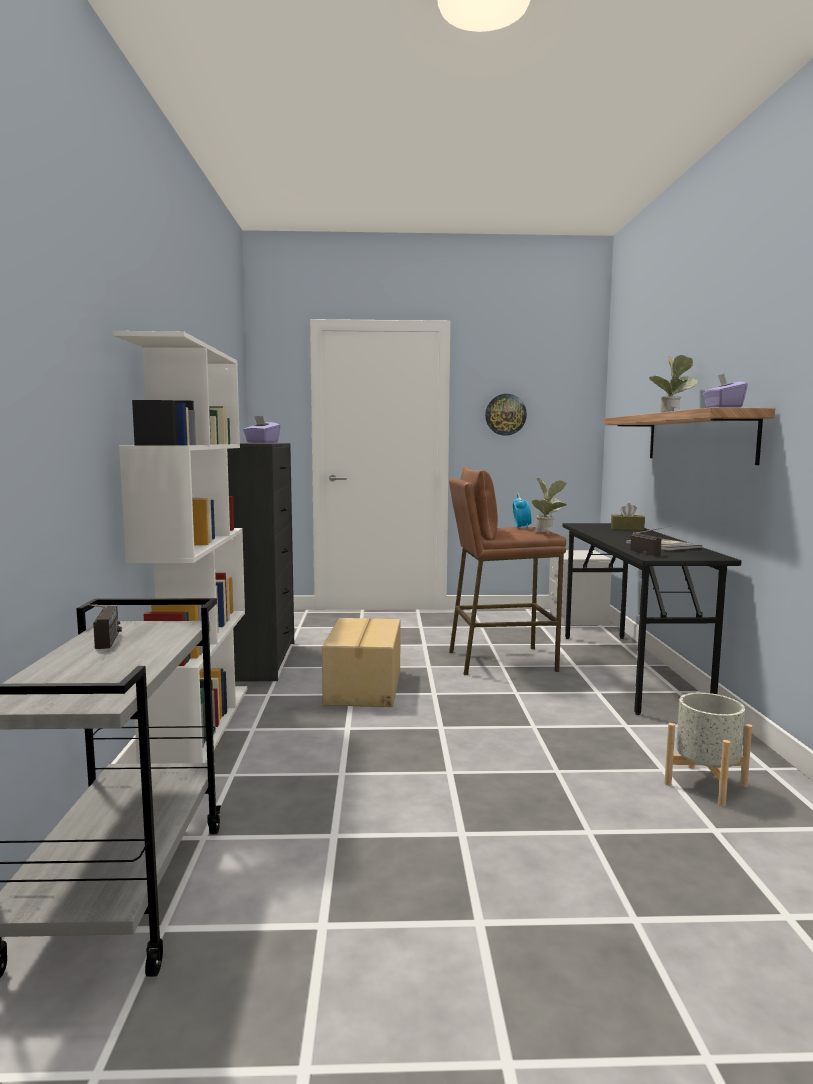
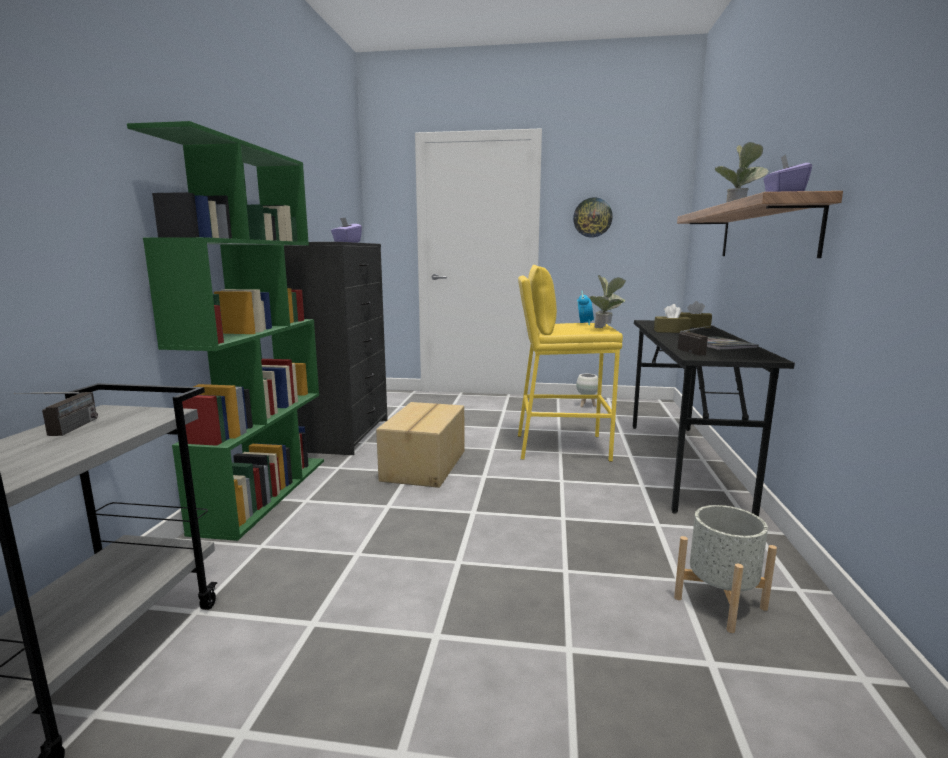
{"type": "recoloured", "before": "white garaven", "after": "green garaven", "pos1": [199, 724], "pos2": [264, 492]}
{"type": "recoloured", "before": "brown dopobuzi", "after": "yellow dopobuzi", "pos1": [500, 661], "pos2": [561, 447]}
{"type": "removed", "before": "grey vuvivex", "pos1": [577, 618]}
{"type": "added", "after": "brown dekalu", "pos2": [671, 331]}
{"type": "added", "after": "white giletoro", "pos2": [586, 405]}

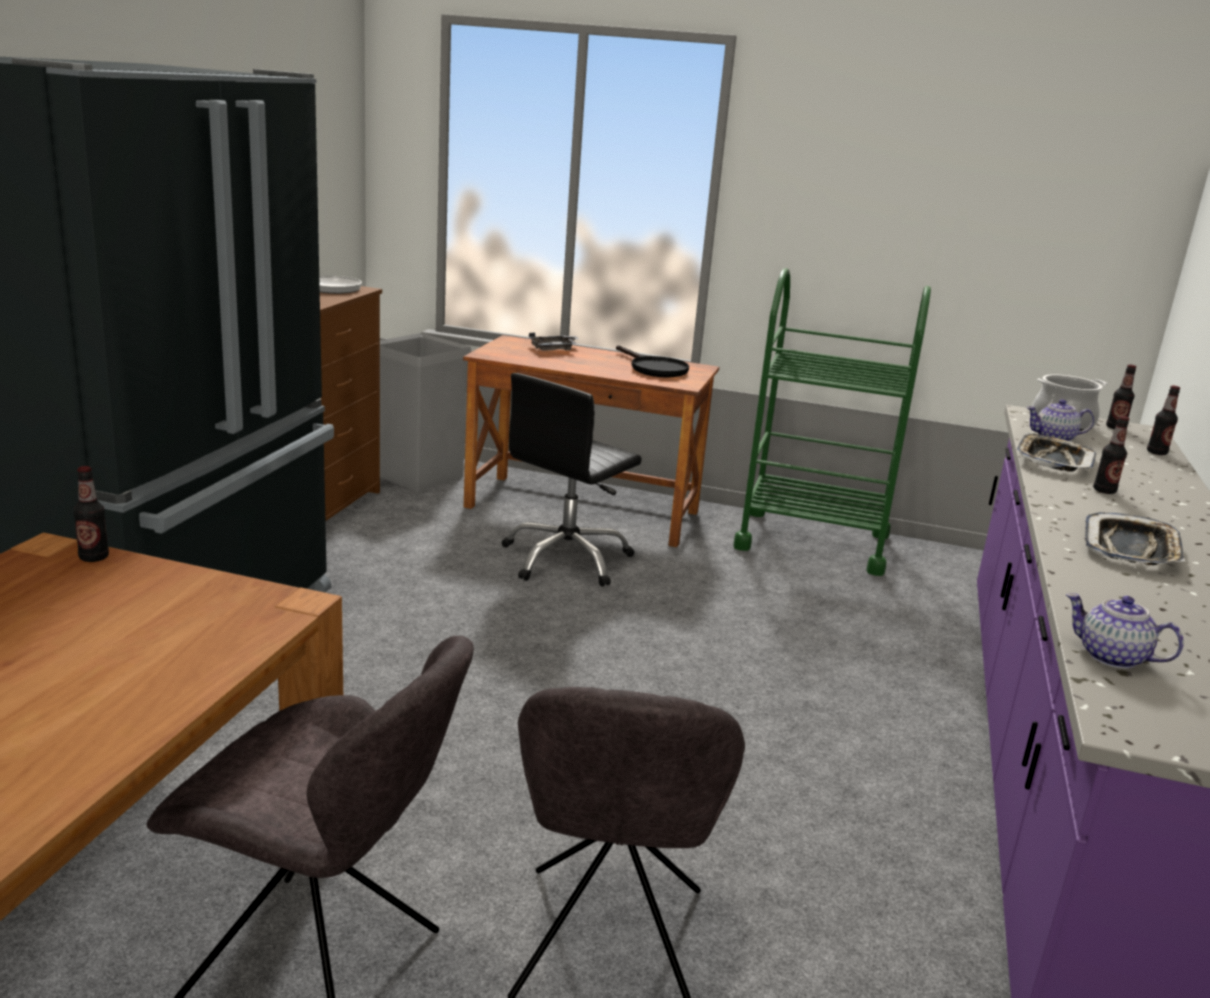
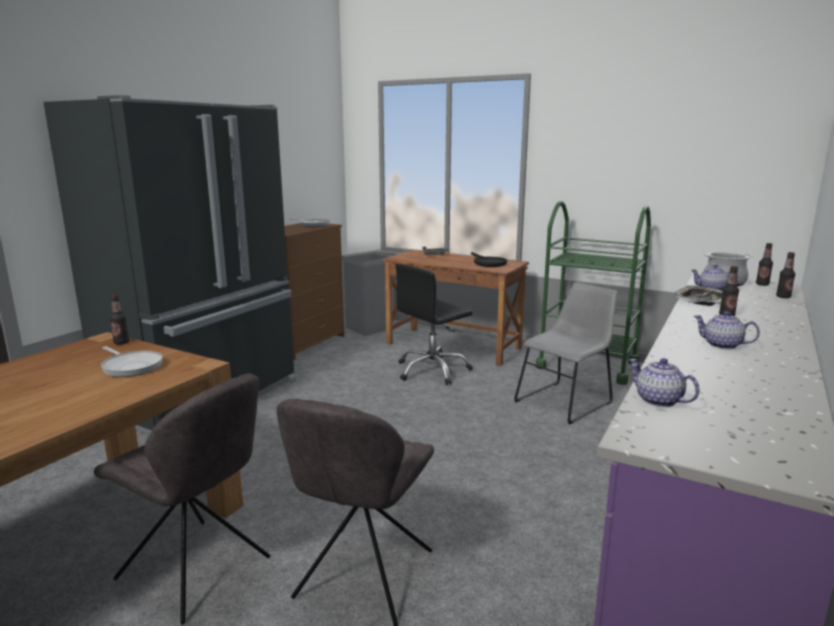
{"type": "replaced", "before": "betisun", "after": "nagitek", "pos1": [1131, 549], "pos2": [722, 345]}
{"type": "added", "after": "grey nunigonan", "pos2": [566, 401]}
{"type": "added", "after": "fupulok", "pos2": [131, 366]}

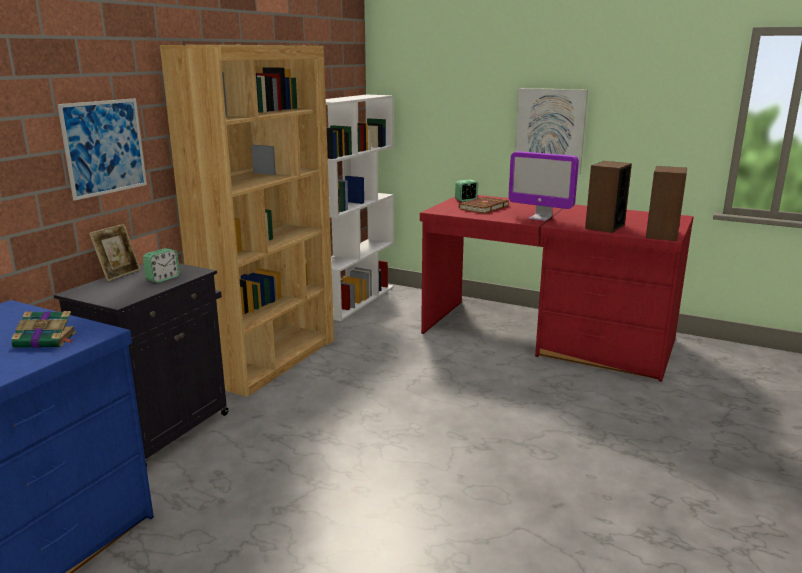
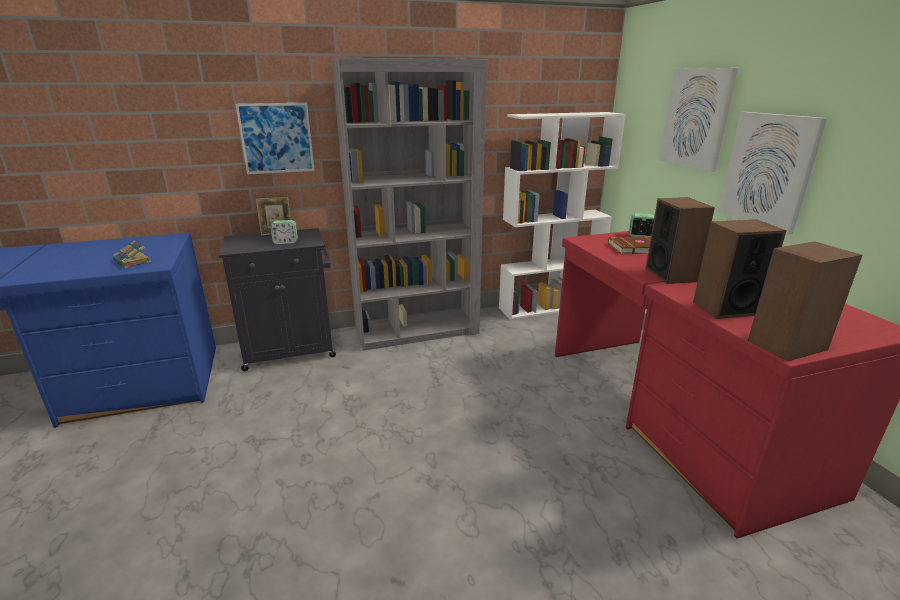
{"type": "recoloured", "before": "brown garaven", "after": "grey garaven", "pos1": [270, 360], "pos2": [417, 330]}
{"type": "replaced", "before": "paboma", "after": "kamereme", "pos1": [540, 218], "pos2": [671, 275]}
{"type": "added", "after": "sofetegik", "pos2": [696, 118]}

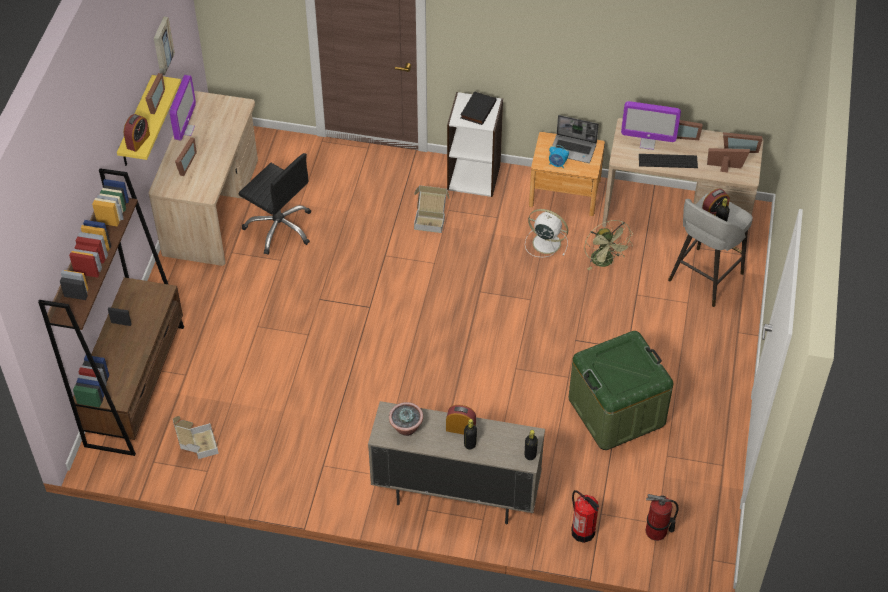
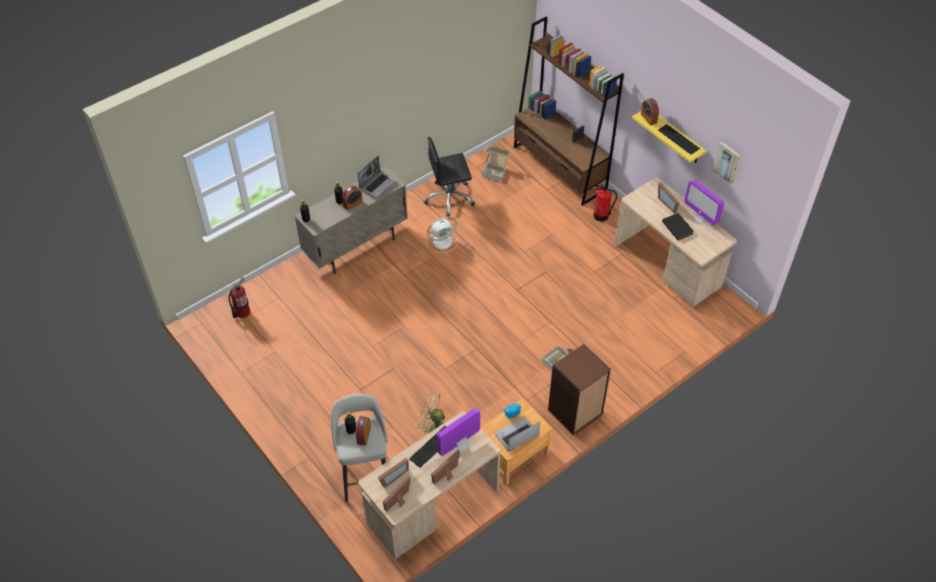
{"type": "replaced", "before": "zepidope", "after": "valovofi", "pos1": [153, 102], "pos2": [678, 139]}
{"type": "moved", "before": "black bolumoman", "pos1": [477, 109], "pos2": [678, 228]}
{"type": "recoloured", "before": "white garaven", "after": "brown garaven", "pos1": [474, 176], "pos2": [575, 412]}
{"type": "moved", "before": "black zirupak", "pos1": [279, 228], "pos2": [449, 198]}
{"type": "moved", "before": "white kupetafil", "pos1": [545, 242], "pos2": [443, 241]}
{"type": "removed", "before": "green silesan", "pos1": [616, 411]}
{"type": "replaced", "before": "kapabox", "after": "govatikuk", "pos1": [406, 428], "pos2": [377, 184]}
{"type": "moved", "before": "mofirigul", "pos1": [583, 531], "pos2": [601, 216]}

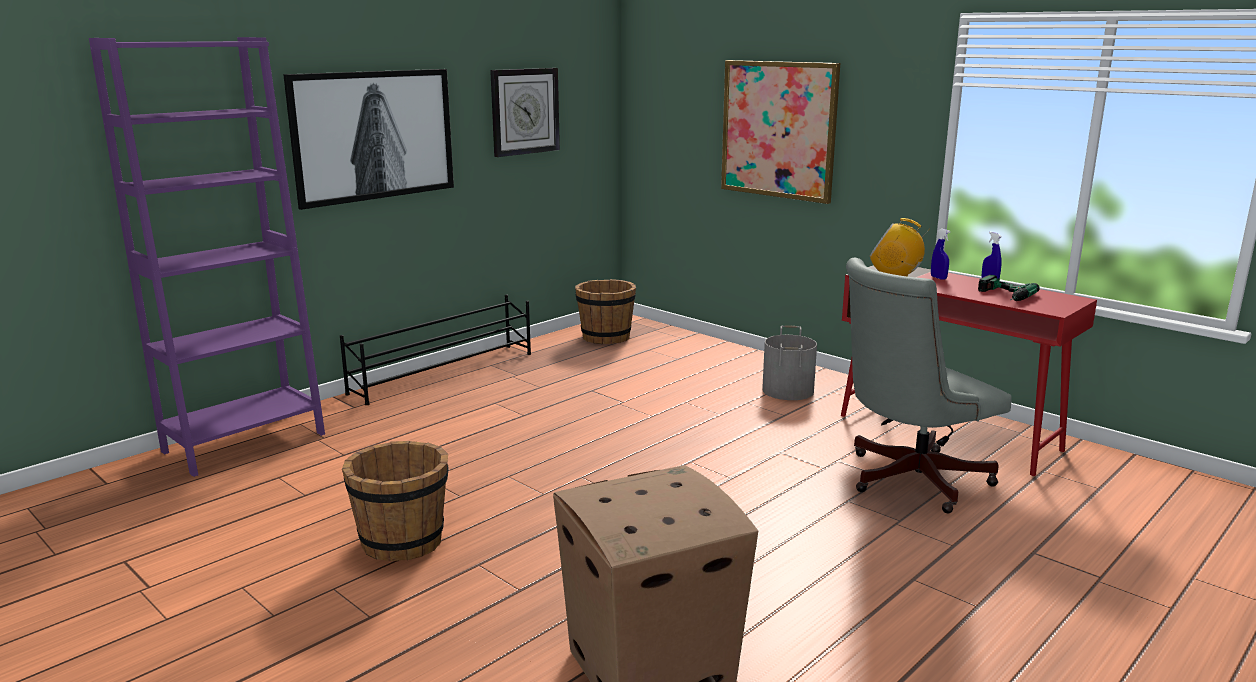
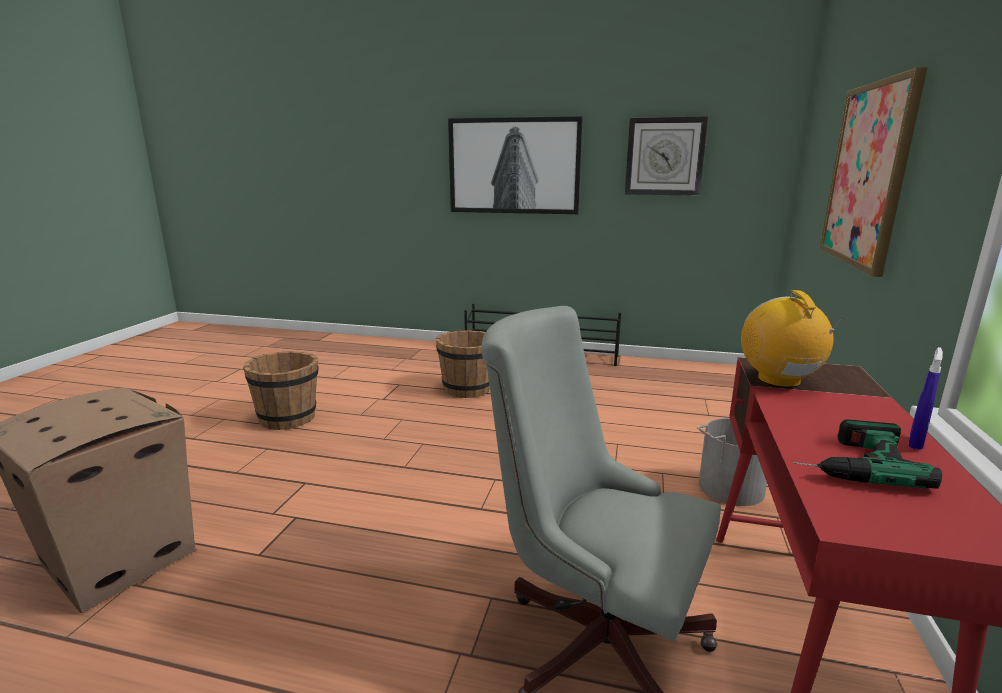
{"type": "removed", "before": "purple garaven", "pos1": [244, 442]}
{"type": "removed", "before": "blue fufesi", "pos1": [938, 278]}
{"type": "moved", "before": "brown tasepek", "pos1": [605, 337], "pos2": [467, 389]}

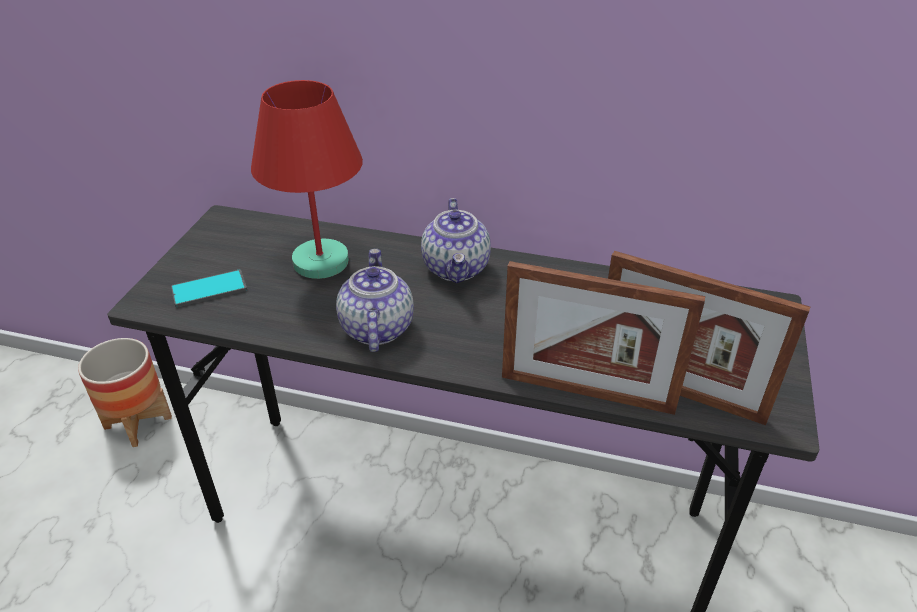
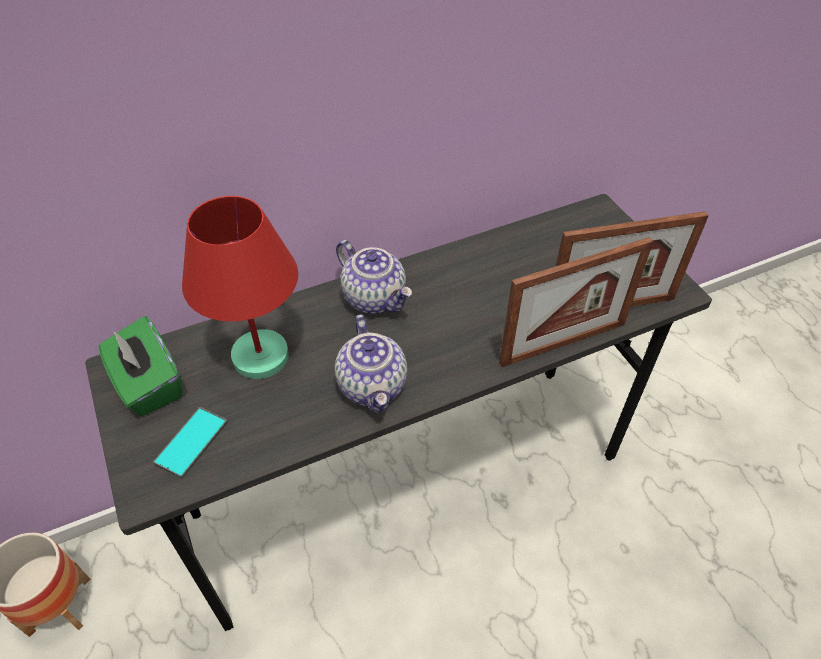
{"type": "turned", "before": "nagitek", "pos1": [375, 328], "pos2": [373, 386], "turn": -150}
{"type": "added", "after": "green dekalu", "pos2": [148, 384]}

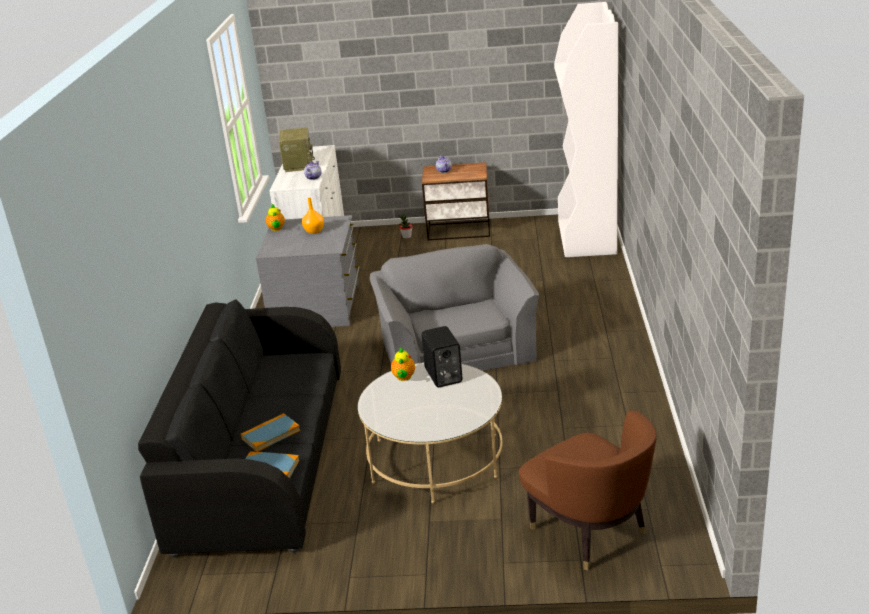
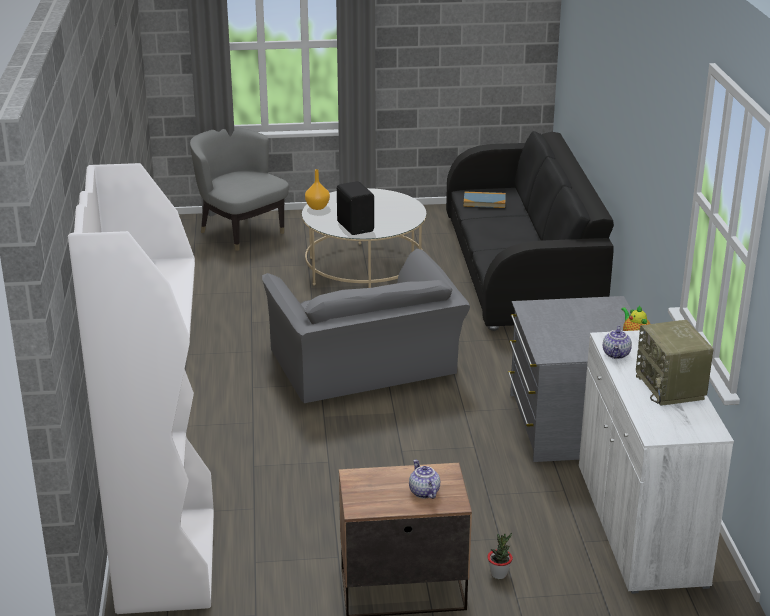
{"type": "moved", "before": "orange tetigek", "pos1": [314, 231], "pos2": [317, 207]}
{"type": "removed", "before": "nagitek", "pos1": [403, 378]}
{"type": "recoloured", "before": "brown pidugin", "after": "grey pidugin", "pos1": [590, 532], "pos2": [240, 231]}
{"type": "removed", "before": "bolumoman", "pos1": [270, 434]}

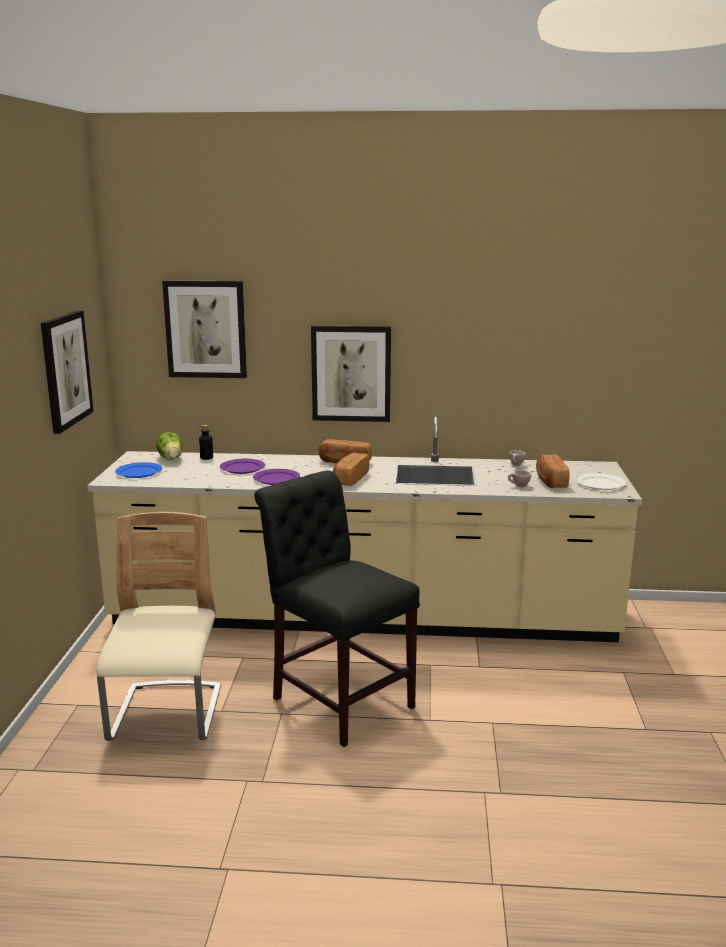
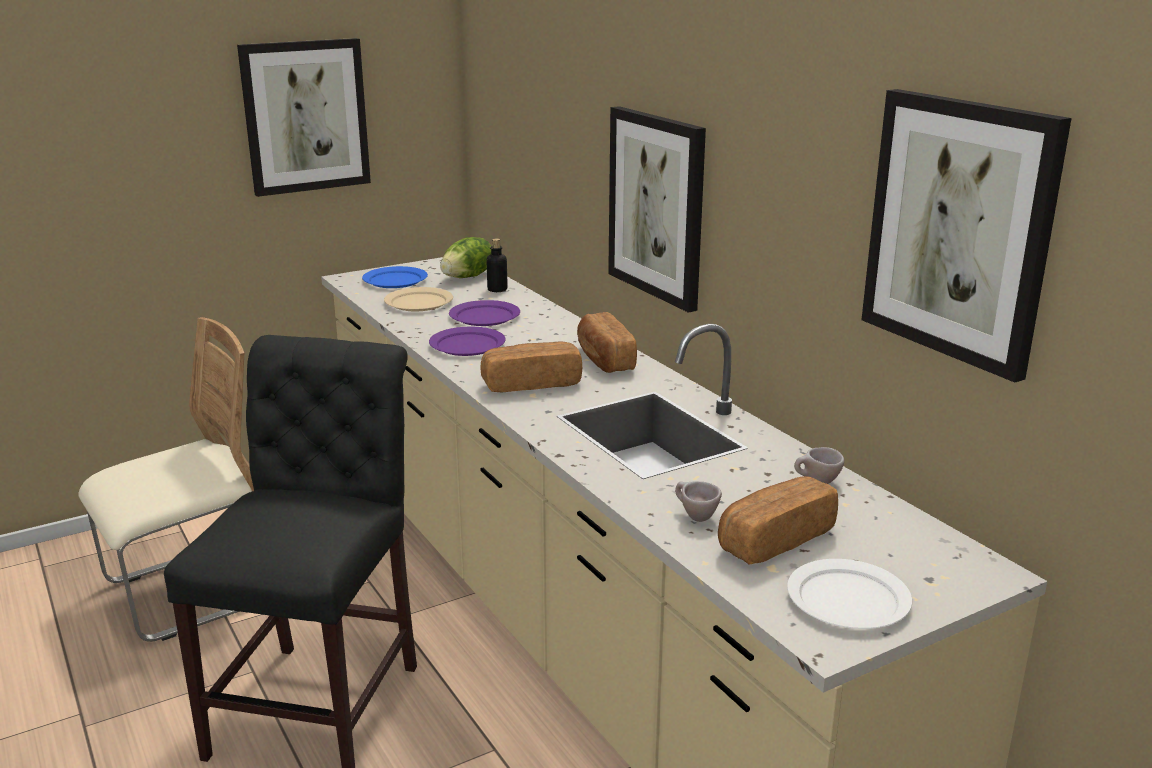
{"type": "moved", "before": "sofetegik", "pos1": [206, 329], "pos2": [959, 229]}
{"type": "added", "after": "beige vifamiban", "pos2": [418, 302]}

